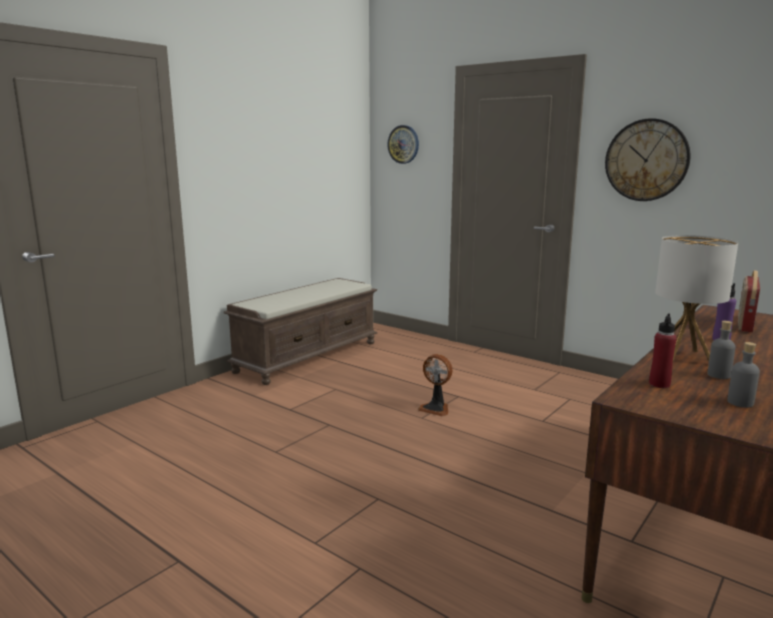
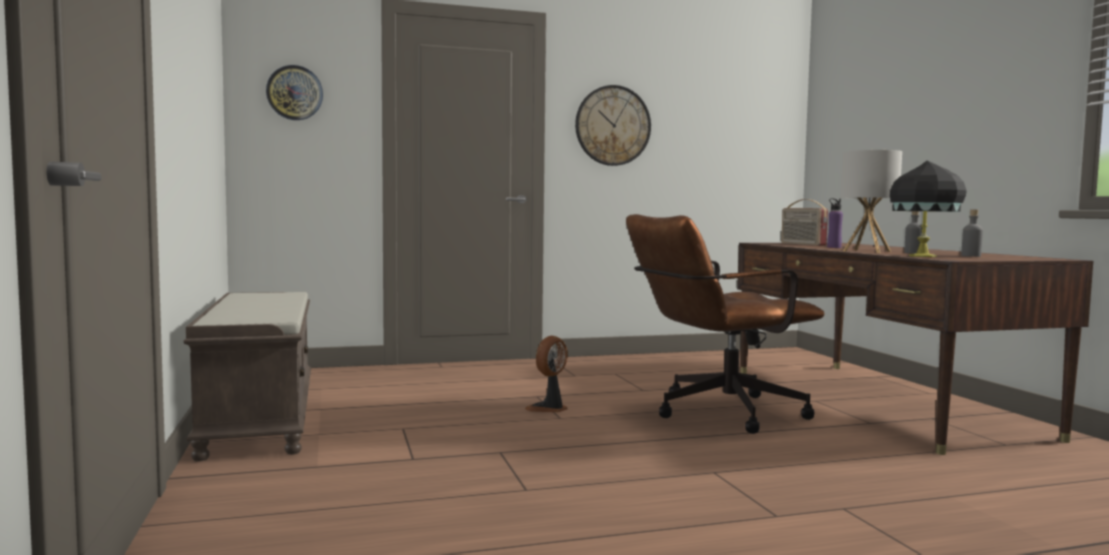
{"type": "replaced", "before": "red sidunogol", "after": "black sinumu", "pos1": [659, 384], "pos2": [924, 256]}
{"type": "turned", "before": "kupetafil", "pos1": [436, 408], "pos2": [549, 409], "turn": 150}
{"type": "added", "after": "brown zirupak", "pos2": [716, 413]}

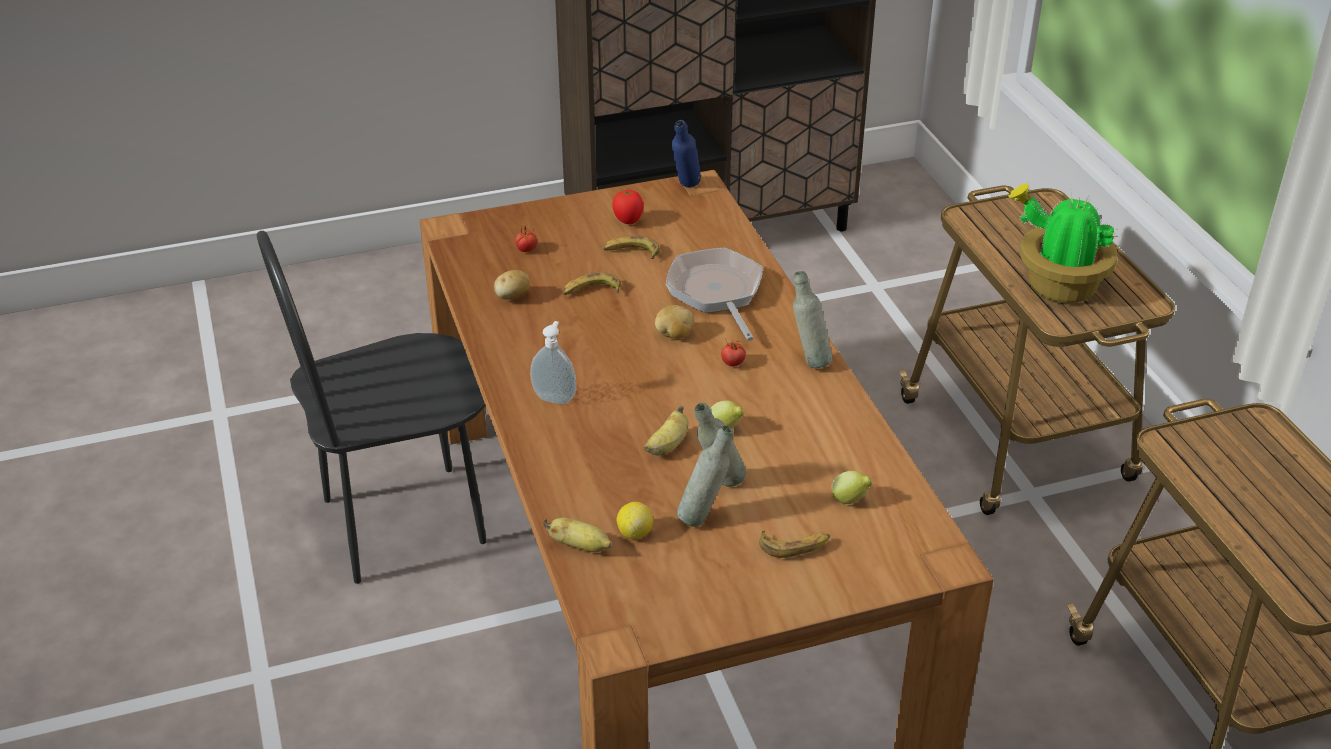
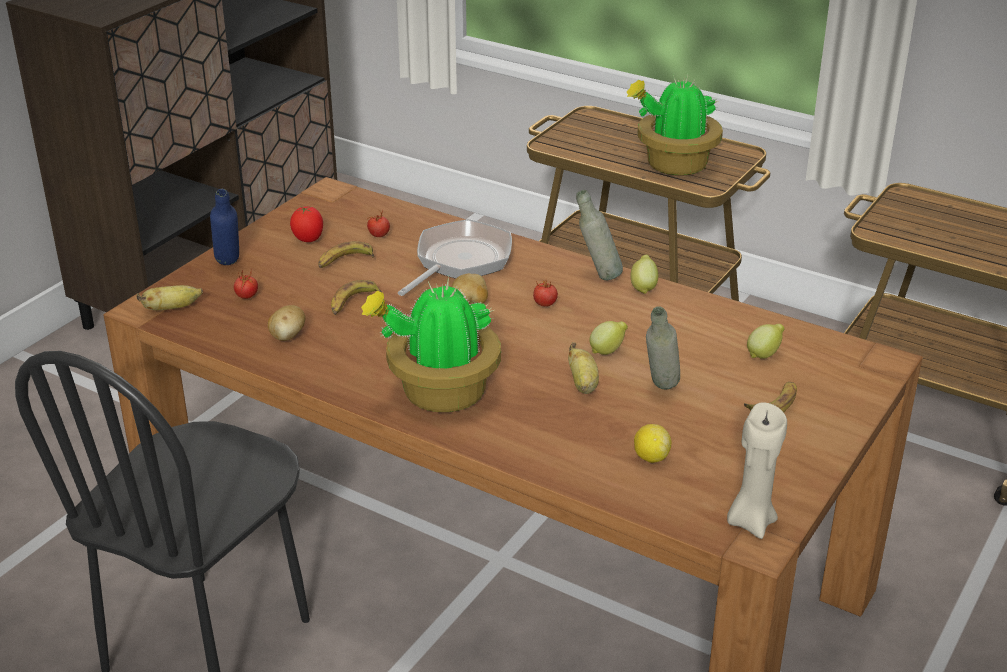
{"type": "moved", "before": "blue sidunogol", "pos1": [685, 189], "pos2": [229, 267]}
{"type": "turned", "before": "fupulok", "pos1": [716, 293], "pos2": [459, 261], "turn": 90}
{"type": "replaced", "before": "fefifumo", "after": "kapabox", "pos1": [555, 397], "pos2": [440, 394]}
{"type": "removed", "before": "grey sidunogol", "pos1": [704, 518]}
{"type": "moved", "before": "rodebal", "pos1": [580, 546], "pos2": [172, 308]}
{"type": "added", "after": "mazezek", "pos2": [379, 235]}
{"type": "added", "after": "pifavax", "pos2": [643, 287]}
{"type": "added", "after": "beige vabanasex", "pos2": [750, 521]}

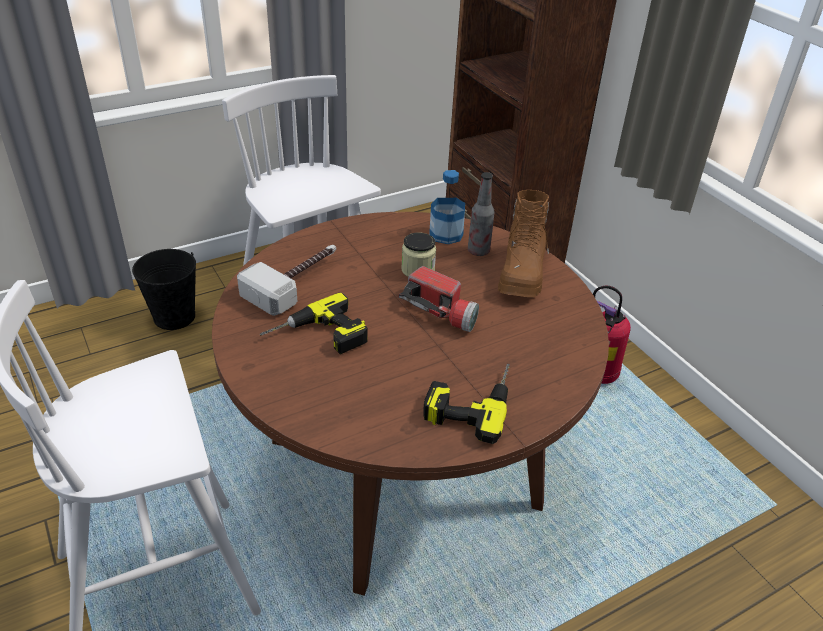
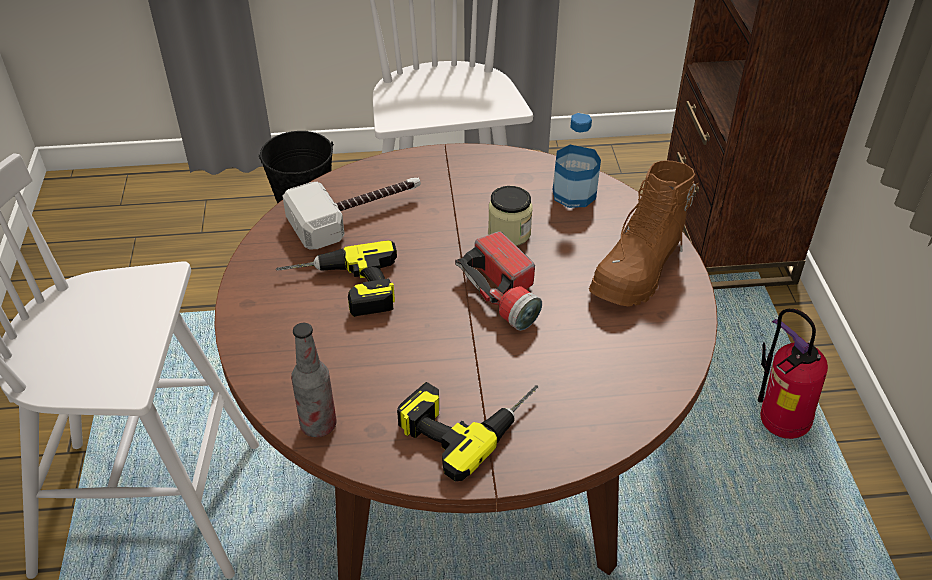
{"type": "moved", "before": "sidunogol", "pos1": [478, 251], "pos2": [318, 425]}

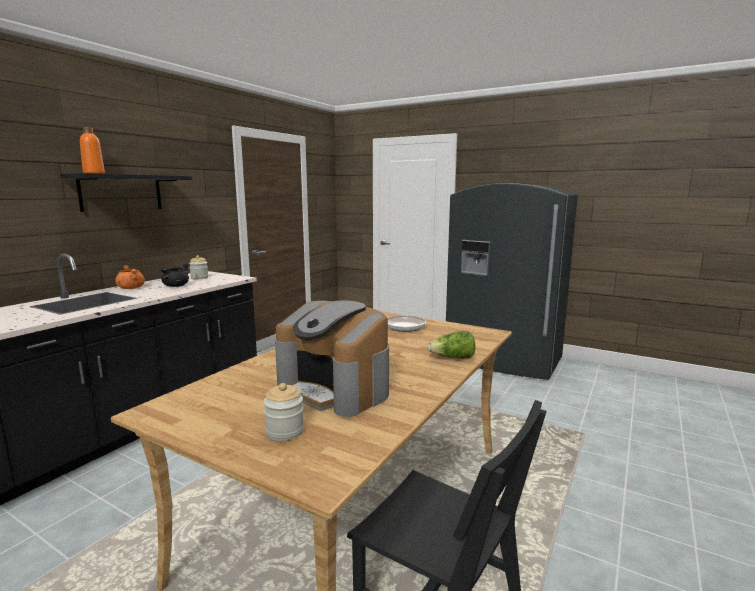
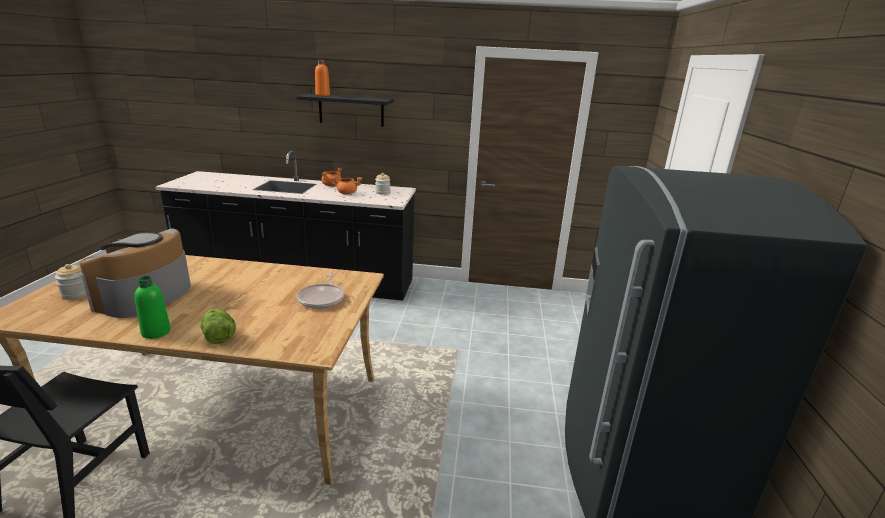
{"type": "recoloured", "before": "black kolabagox", "after": "orange kolabagox", "pos1": [176, 286], "pos2": [347, 193]}
{"type": "added", "after": "green sidunogol", "pos2": [156, 332]}

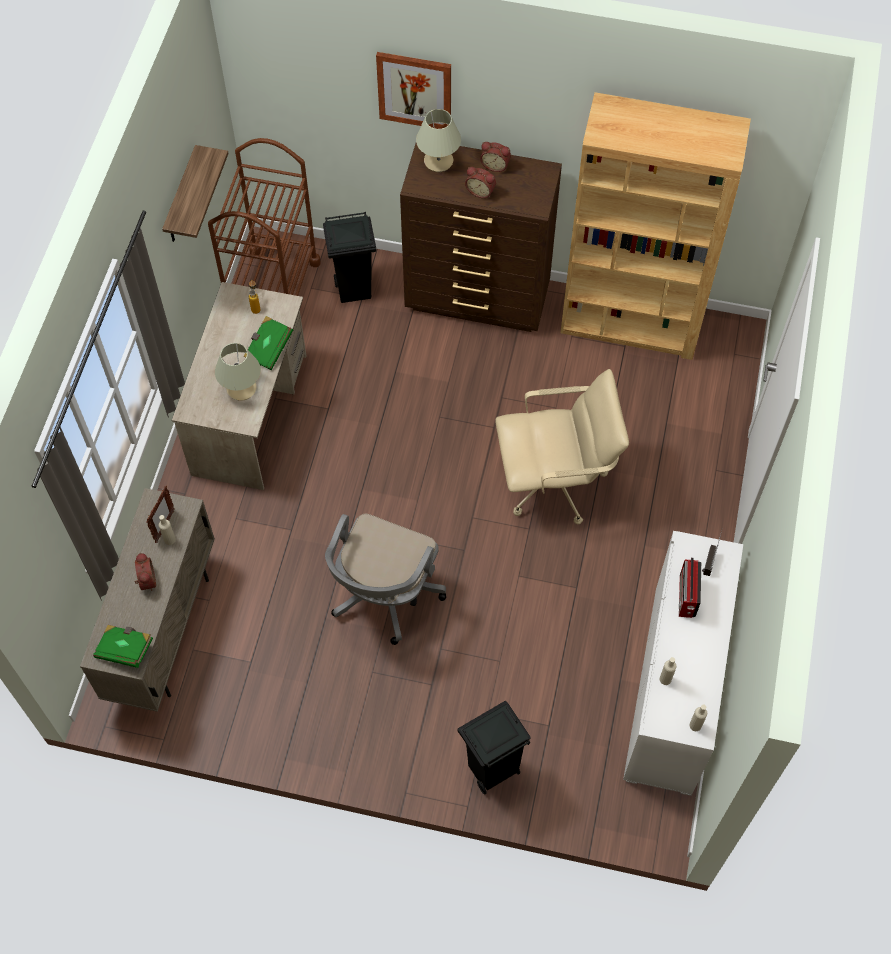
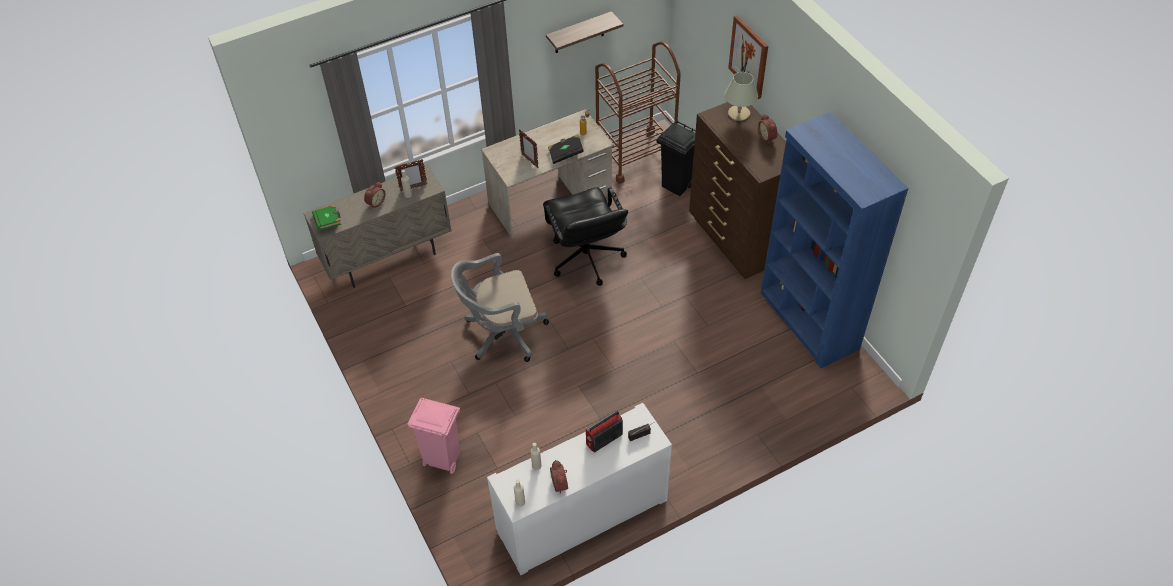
{"type": "recoloured", "before": "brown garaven", "after": "blue garaven", "pos1": [631, 323], "pos2": [808, 321]}
{"type": "moved", "before": "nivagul", "pos1": [481, 191], "pos2": [561, 484]}
{"type": "recoloured", "before": "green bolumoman", "after": "black bolumoman", "pos1": [268, 348], "pos2": [565, 154]}
{"type": "replaced", "before": "beige sinumu", "after": "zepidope", "pos1": [242, 388], "pos2": [529, 161]}
{"type": "removed", "before": "beige zirupak", "pos1": [555, 482]}
{"type": "recoloured", "before": "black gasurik", "after": "pink gasurik", "pos1": [491, 770], "pos2": [442, 460]}
{"type": "added", "after": "black zirupak", "pos2": [586, 259]}

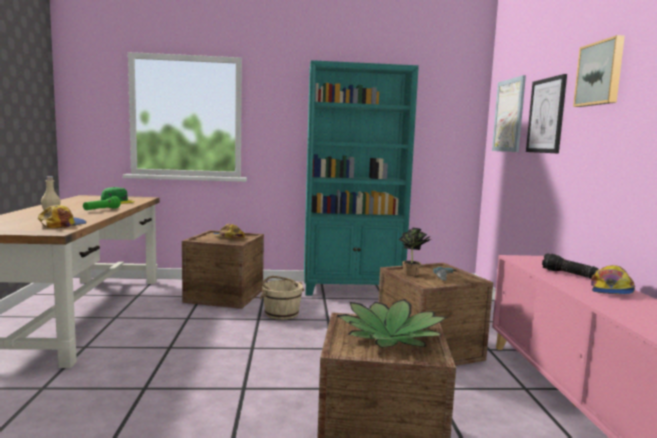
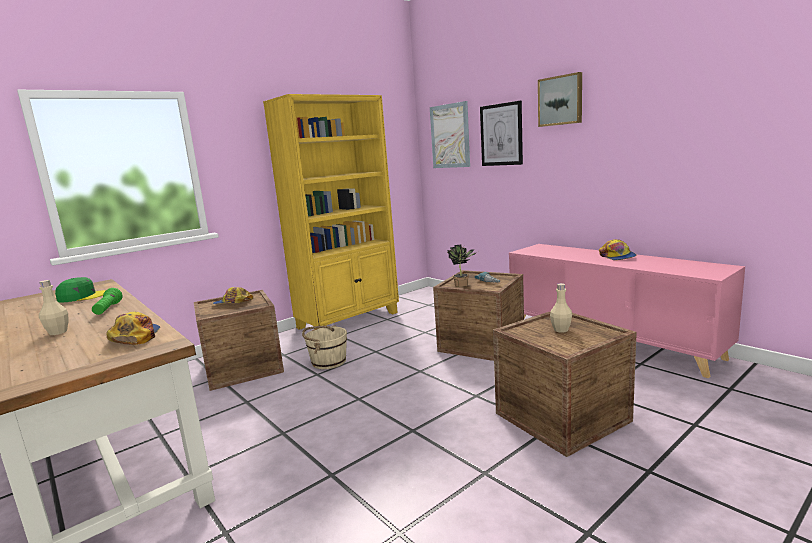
{"type": "recoloured", "before": "turquoise garaven", "after": "yellow garaven", "pos1": [352, 289], "pos2": [349, 320]}
{"type": "removed", "before": "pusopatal", "pos1": [568, 274]}
{"type": "replaced", "before": "kapabox", "after": "beige sidunogol", "pos1": [391, 336], "pos2": [561, 330]}

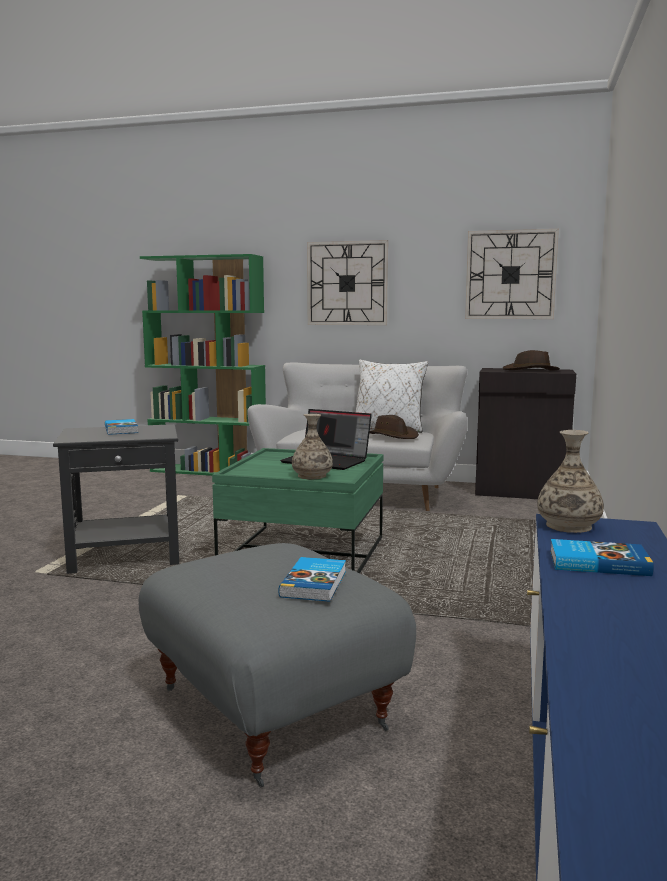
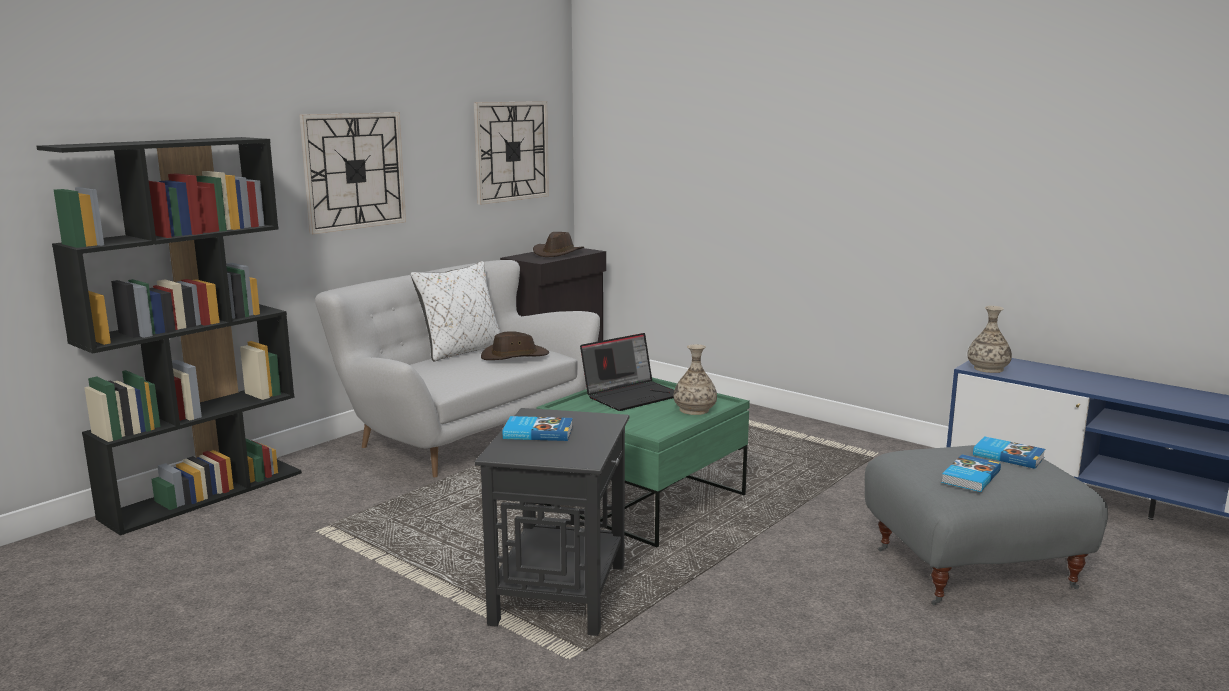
{"type": "recoloured", "before": "green garaven", "after": "black garaven", "pos1": [209, 471], "pos2": [204, 494]}
{"type": "moved", "before": "bolumoman", "pos1": [597, 562], "pos2": [969, 476]}

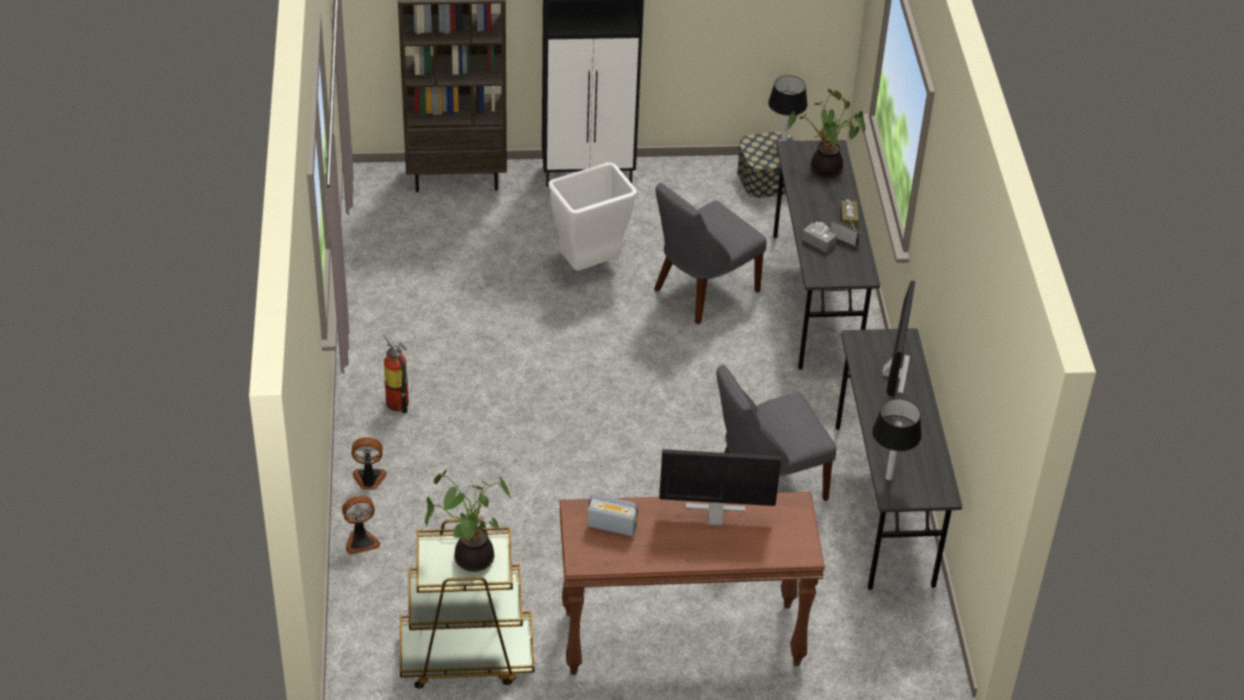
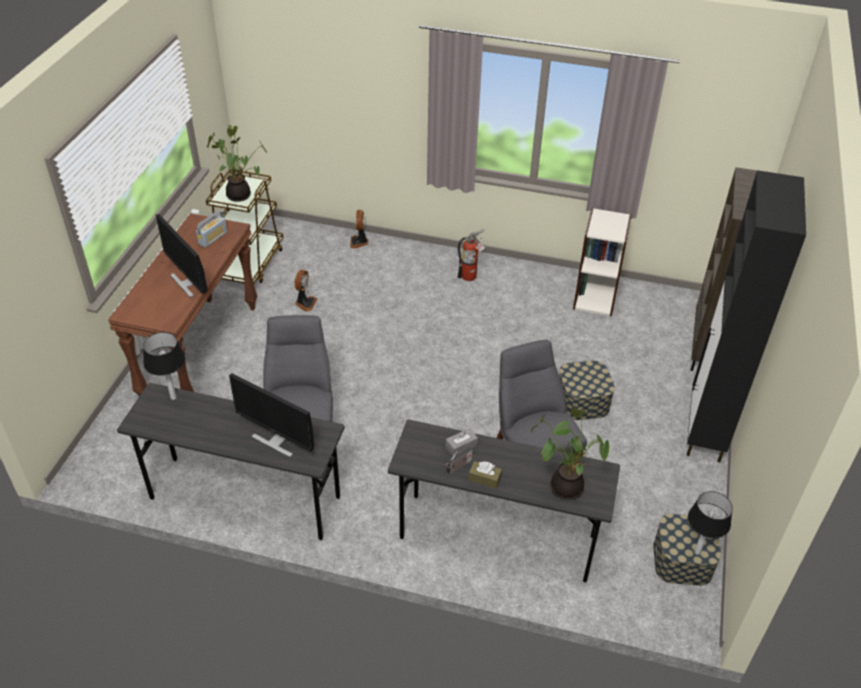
{"type": "replaced", "before": "white gasurik", "after": "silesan", "pos1": [590, 266], "pos2": [582, 401]}
{"type": "moved", "before": "kupetafil", "pos1": [369, 479], "pos2": [305, 303]}
{"type": "turned", "before": "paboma", "pos1": [715, 515], "pos2": [188, 282], "turn": 120}
{"type": "added", "after": "garaven", "pos2": [595, 298]}

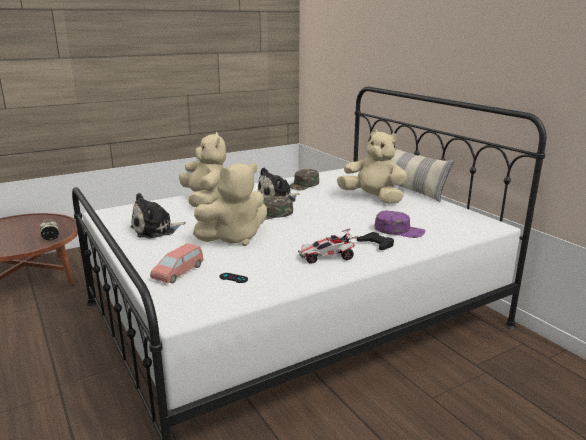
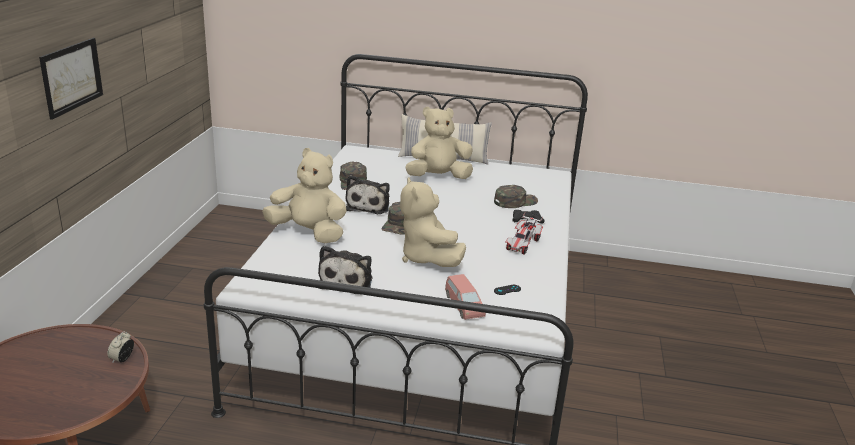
{"type": "turned", "before": "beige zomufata", "pos1": [234, 238], "pos2": [427, 258], "turn": 150}
{"type": "recoloured", "before": "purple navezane", "after": "green navezane", "pos1": [399, 230], "pos2": [515, 201]}
{"type": "added", "after": "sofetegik", "pos2": [72, 77]}

